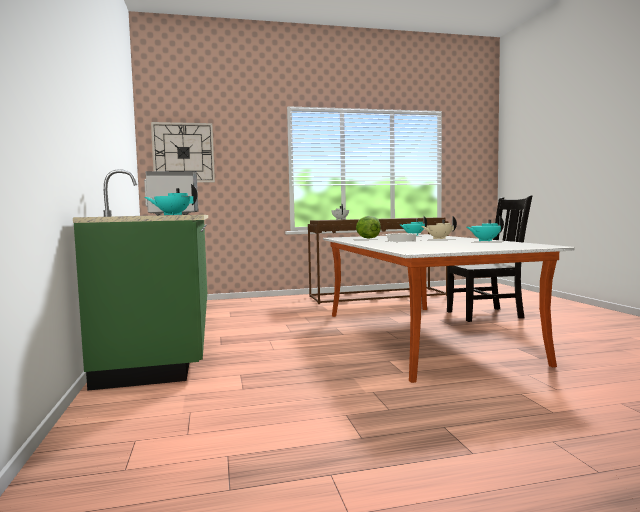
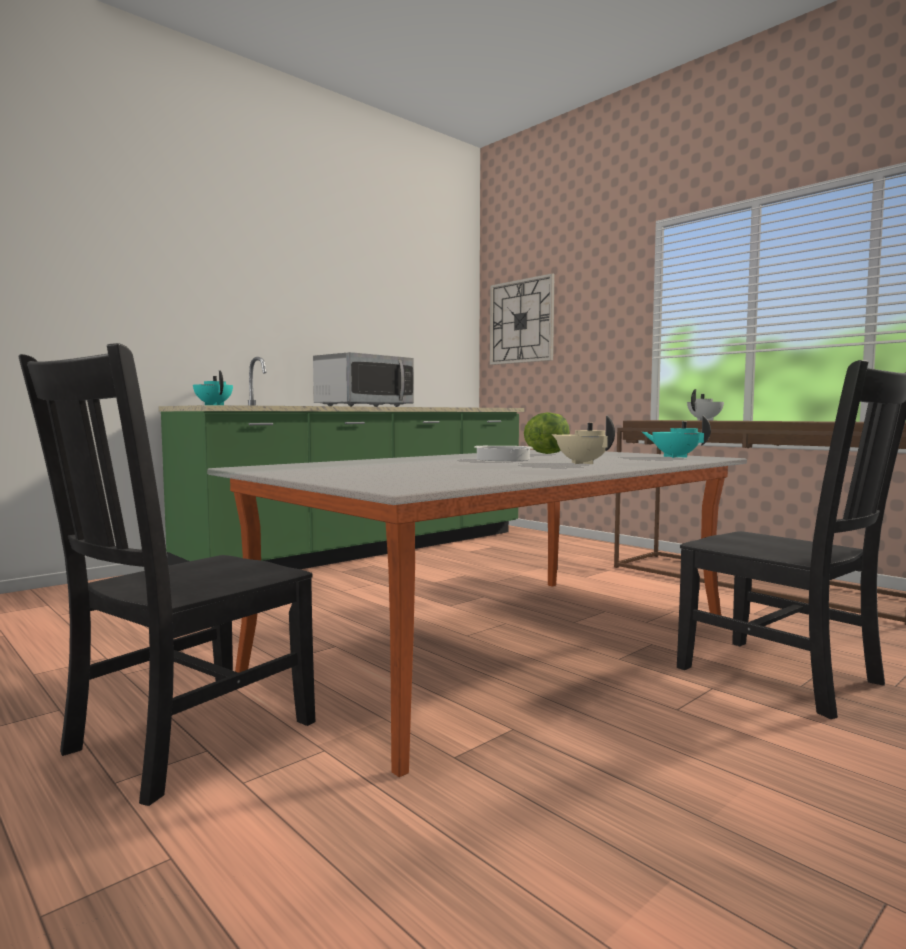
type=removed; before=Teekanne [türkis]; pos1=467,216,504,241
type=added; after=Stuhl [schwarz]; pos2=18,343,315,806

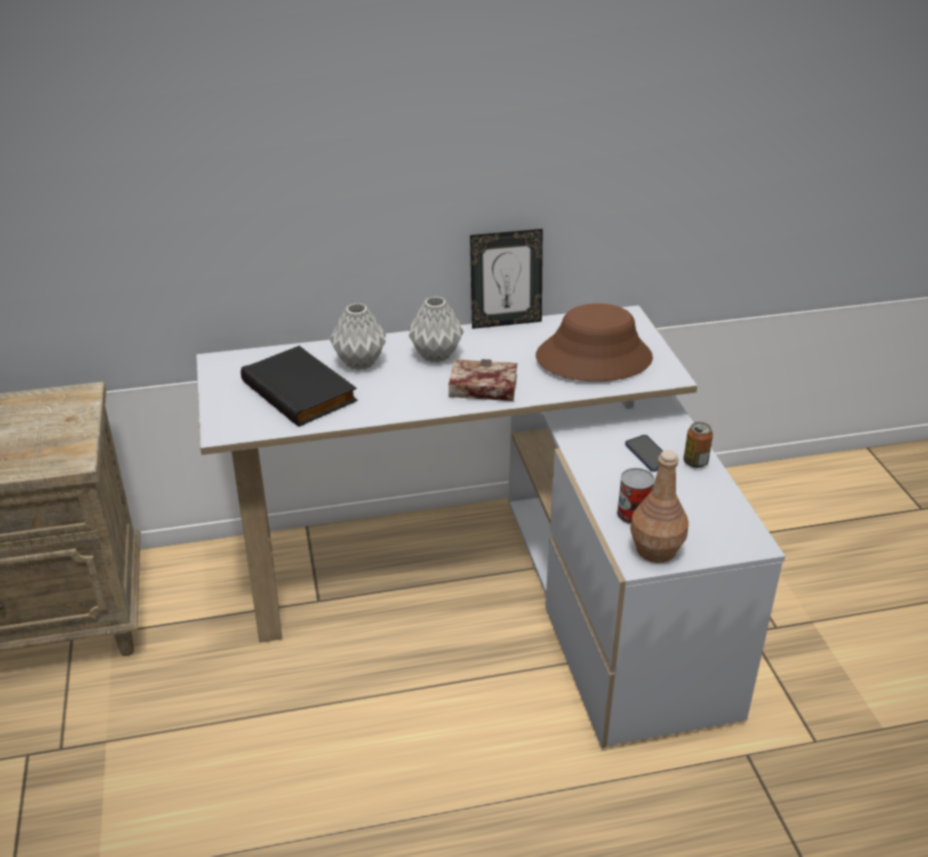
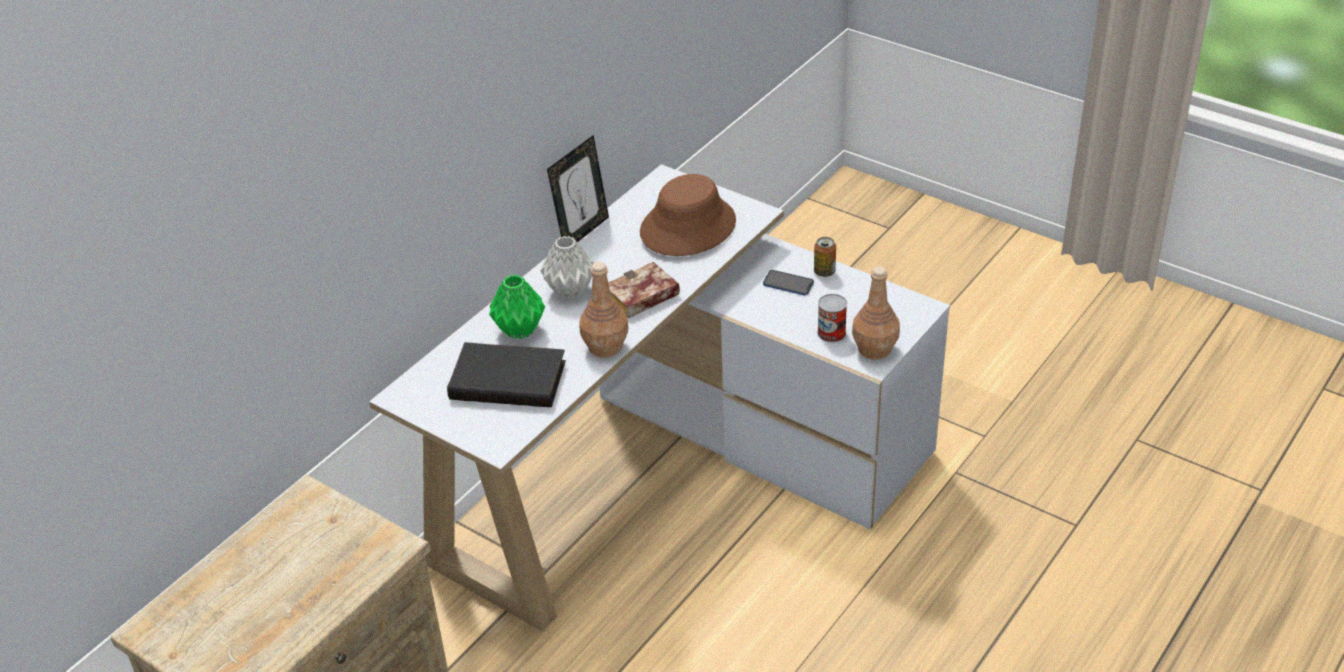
type=added; after=Flasche [braun]; pos2=579,262,628,358
type=recoloured; before=Vase [grau]; after=Vase [grün]; pos1=330,303,386,370; pos2=489,275,545,339

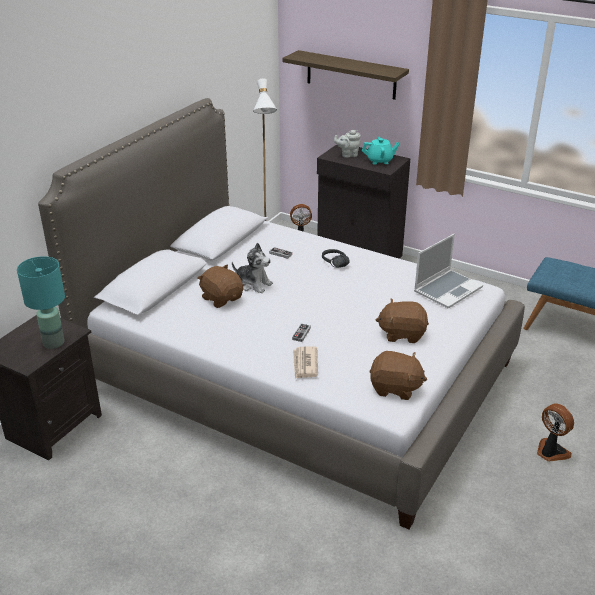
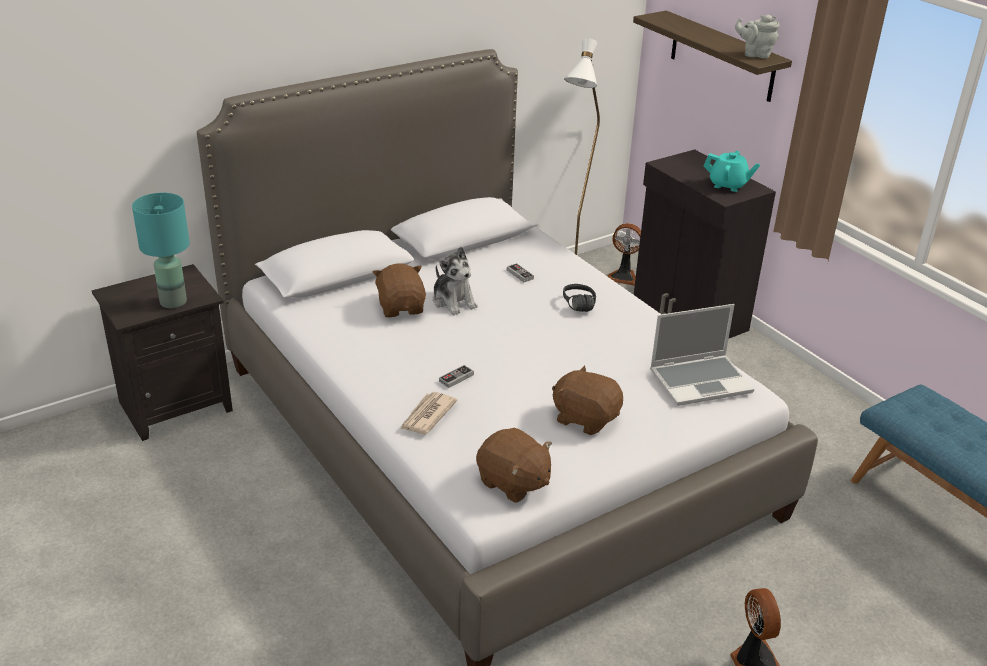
type=moved; before=Teekanne [grau]; pos1=334,130,361,158; pos2=735,15,780,58

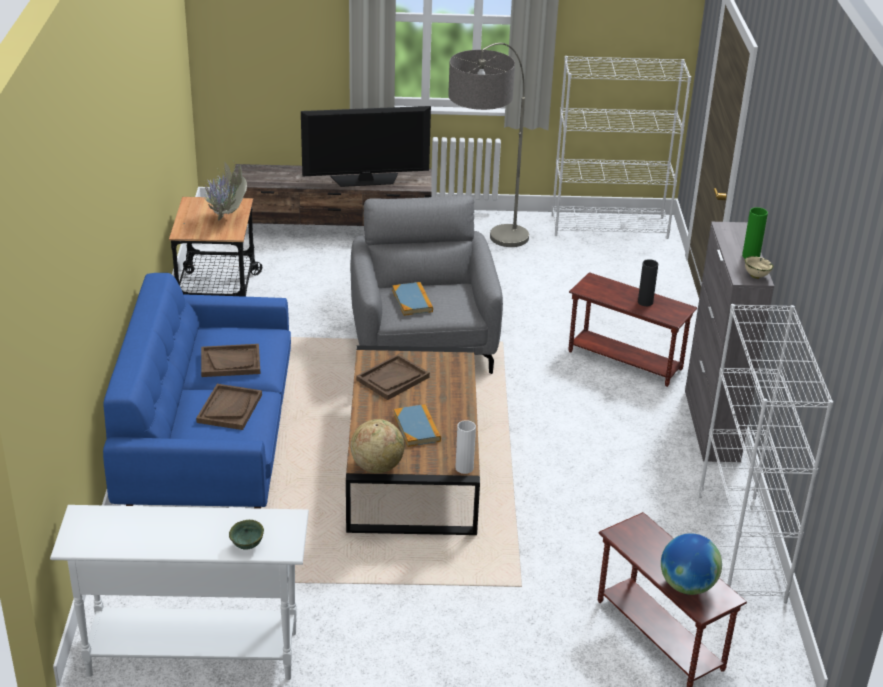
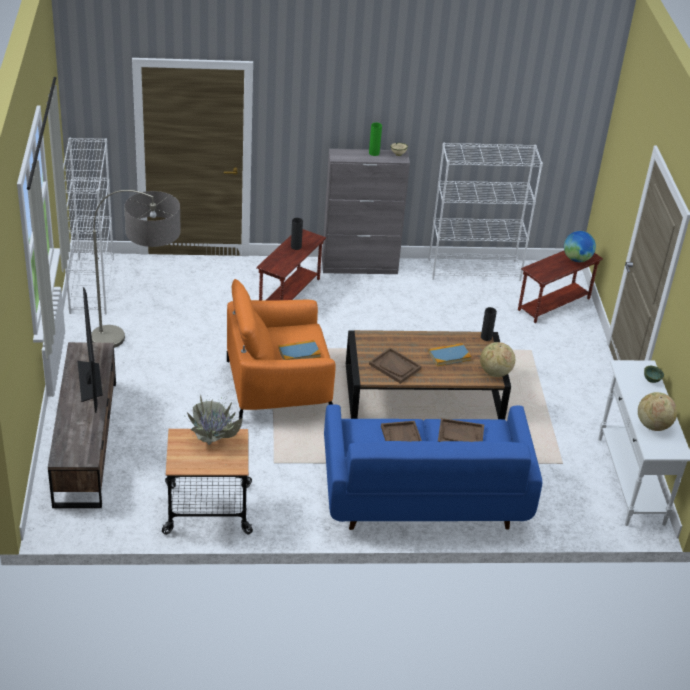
type=added; after=Globus; pos2=638,392,677,431
type=recoloured; before=Sessel [grau]; after=Sessel [orange]; pos1=351,195,503,374; pos2=227,279,336,419
type=recoloured; before=Vase [weiß]; after=Vase [schwarz]; pos1=455,420,476,474; pos2=481,307,497,341

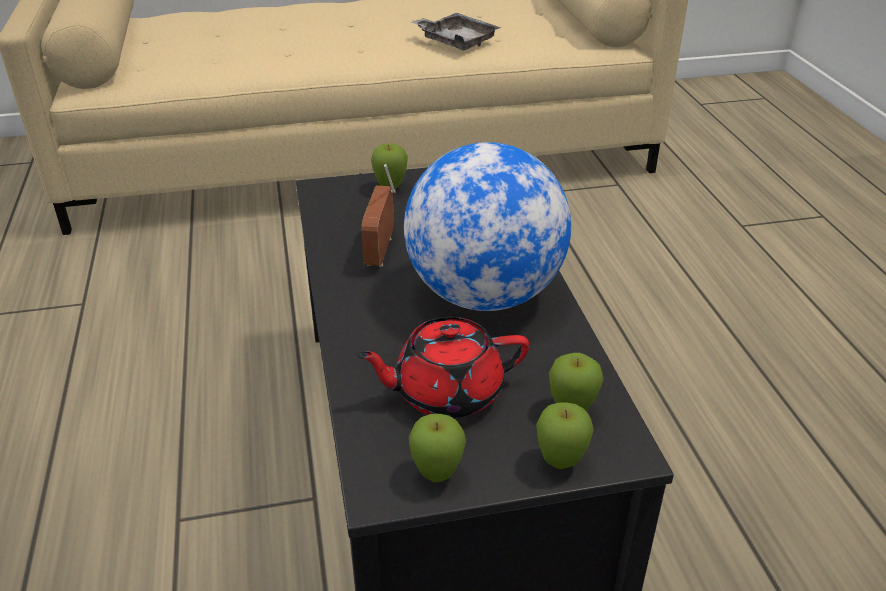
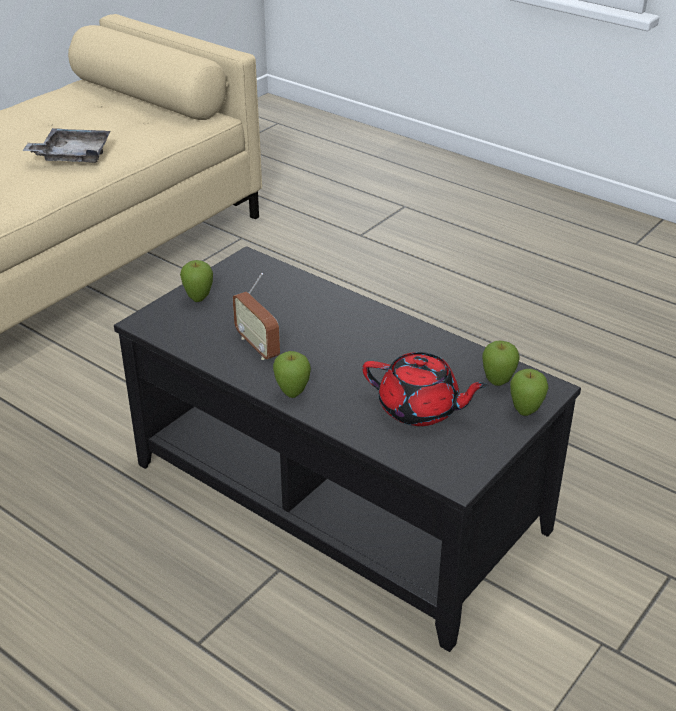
type=removed; before=Globus; pos1=404,142,571,311
type=moved; before=Apfel; pos1=409,414,466,483; pos2=273,351,311,398
type=turned; before=Teekanne [rot]; pos1=355,317,530,418; pos2=362,352,488,426; turn=-105

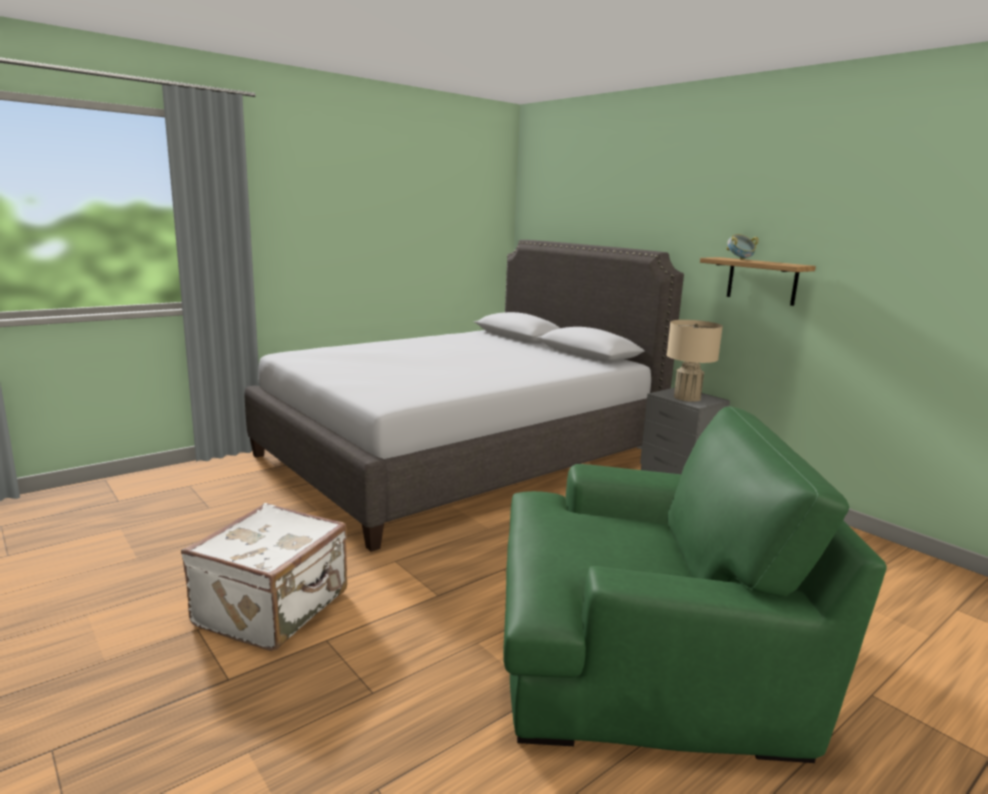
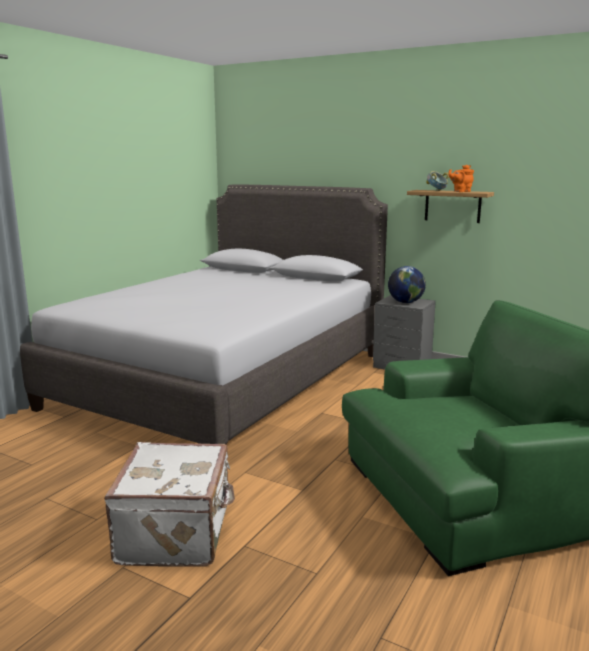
type=added; after=Teekanne [orange]; pos2=448,165,474,192
type=replaced; before=Tischlampe [beige]; after=Globus; pos1=667,320,723,402; pos2=388,266,426,303

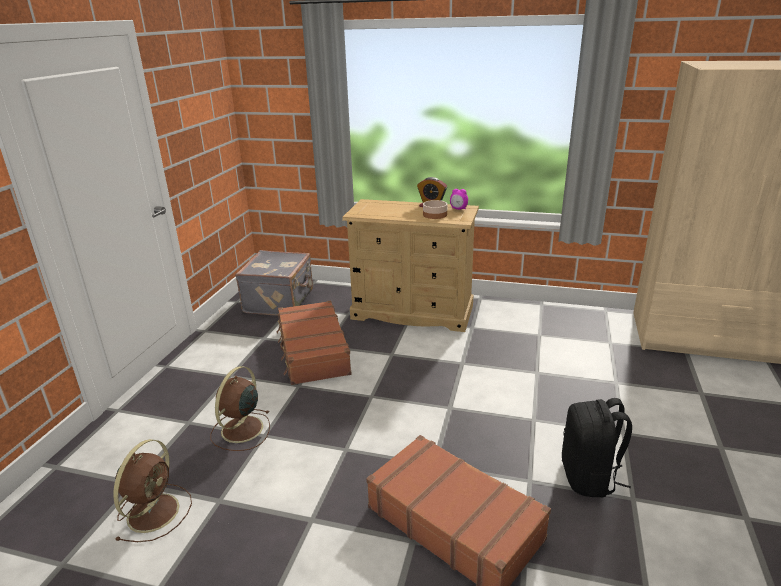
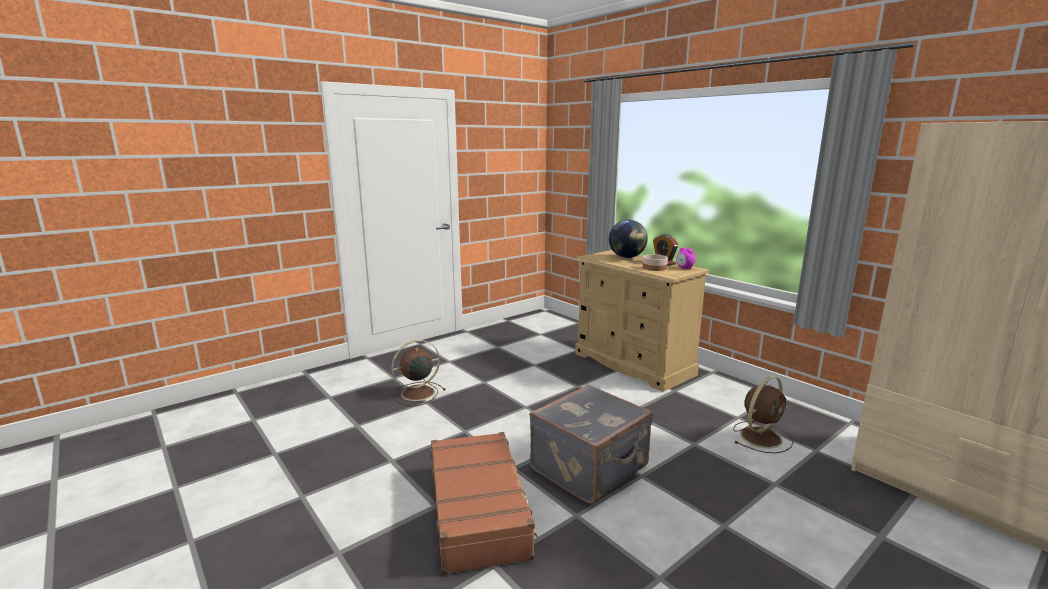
type=removed; before=Koffer [braun]; pos1=277,301,352,385
type=removed; before=Rucksack [schwarz]; pos1=562,398,632,497
type=added; after=Globus; pos2=609,220,648,258
type=moved; before=Ventilator [braun]; pos1=113,439,192,542; pos2=733,376,793,453
type=moved; before=Koffer [grau]; pos1=235,250,313,315; pos2=529,384,653,504

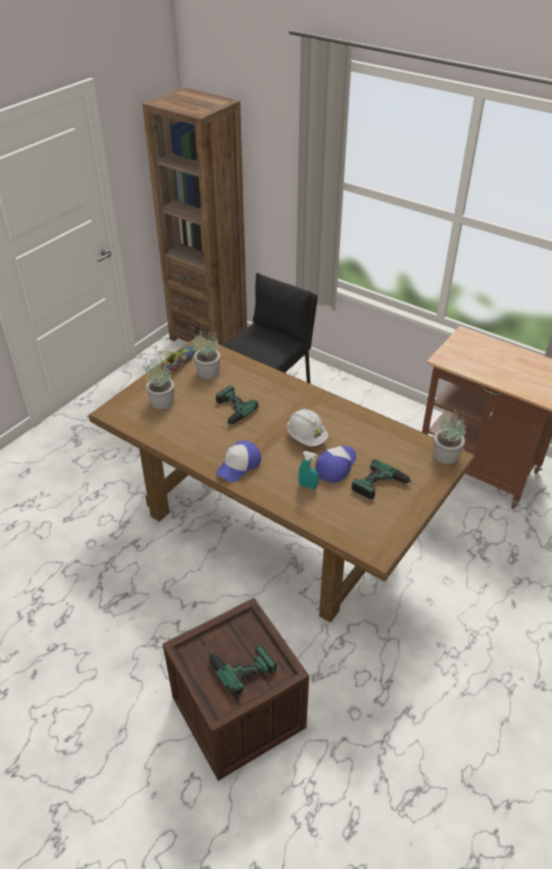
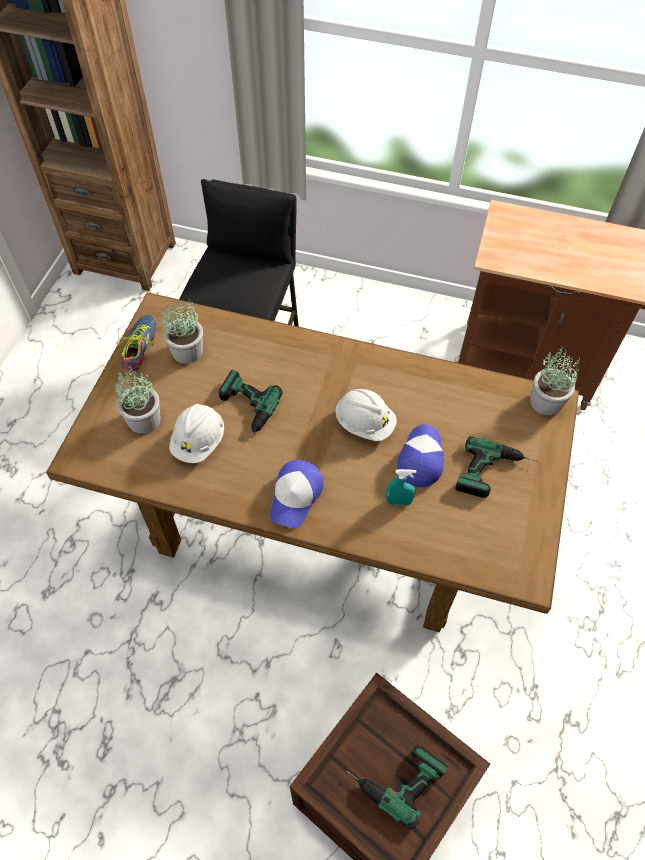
type=added; after=Schutzhelm [weiß]; pos2=169,404,224,463

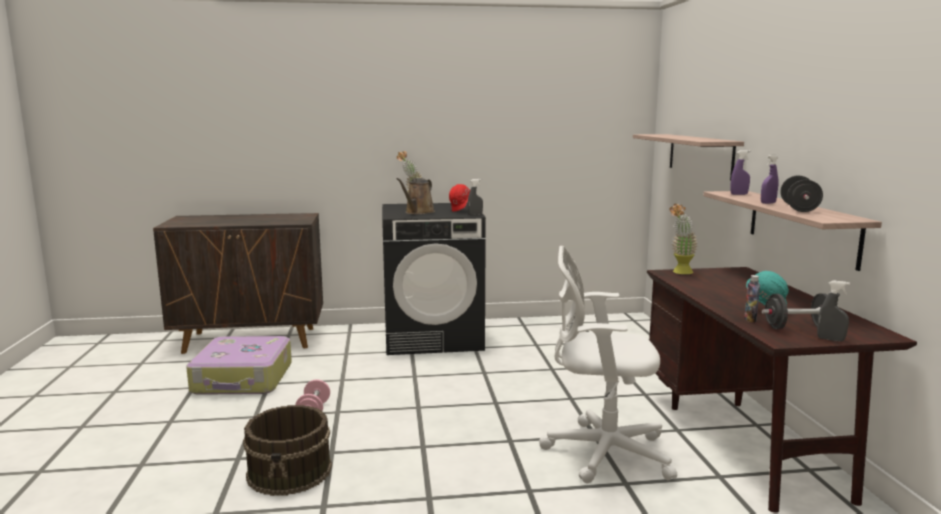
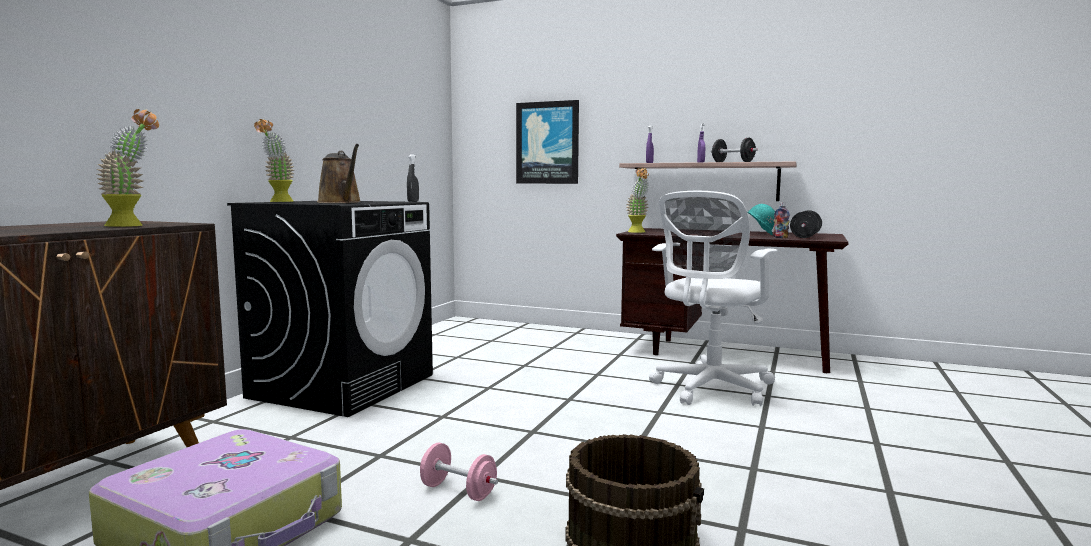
type=removed; before=Schutzhelm [rot]; pos1=449,184,470,212
type=removed; before=Sprühflasche [grau]; pos1=817,280,850,341
type=added; after=Topfpflanze; pos2=96,109,159,227
type=replaced; before=Wandregal; after=Bild; pos1=633,134,744,180; pos2=516,100,579,184

